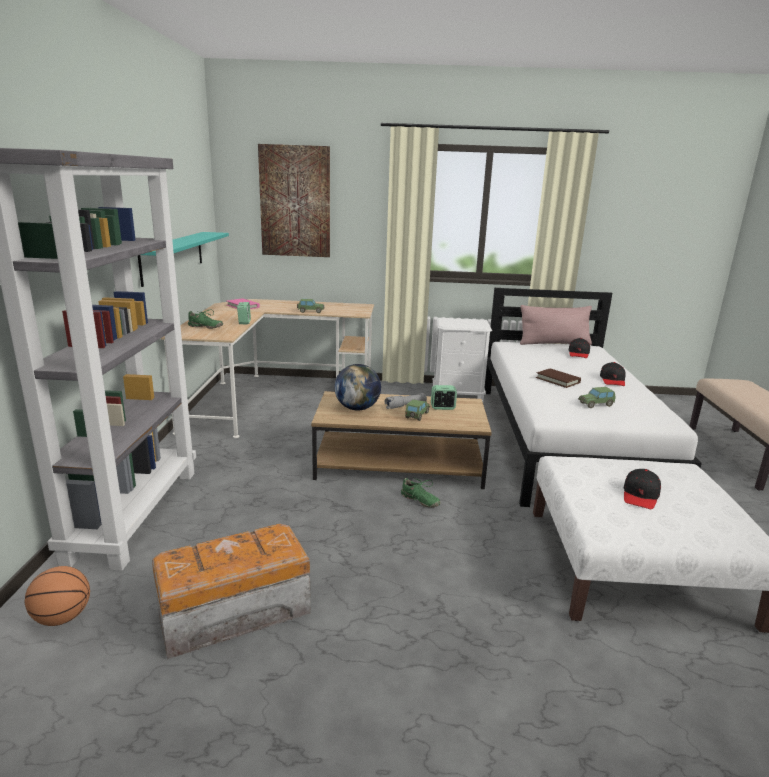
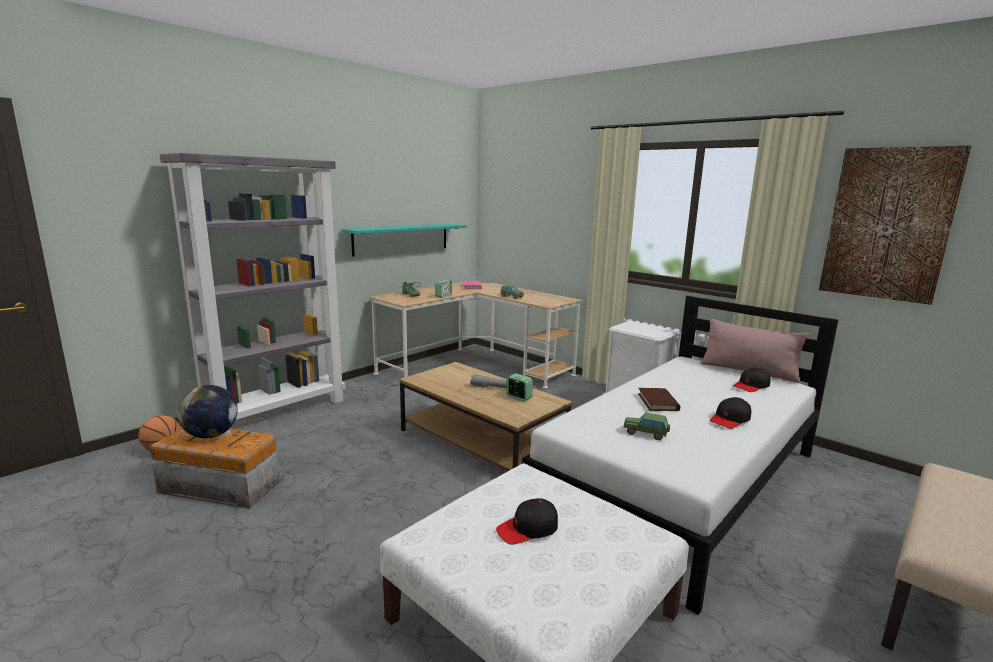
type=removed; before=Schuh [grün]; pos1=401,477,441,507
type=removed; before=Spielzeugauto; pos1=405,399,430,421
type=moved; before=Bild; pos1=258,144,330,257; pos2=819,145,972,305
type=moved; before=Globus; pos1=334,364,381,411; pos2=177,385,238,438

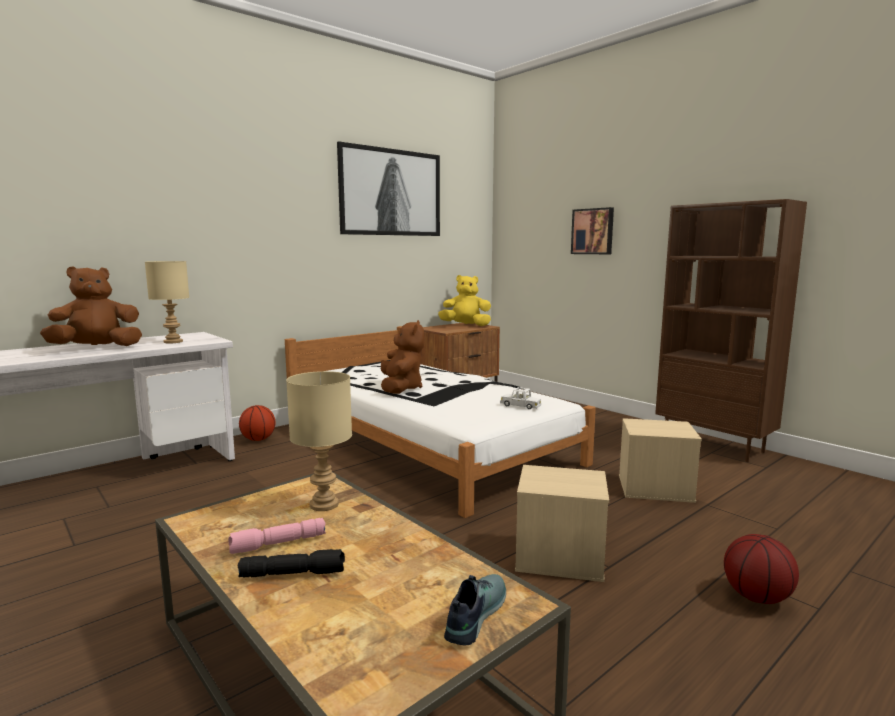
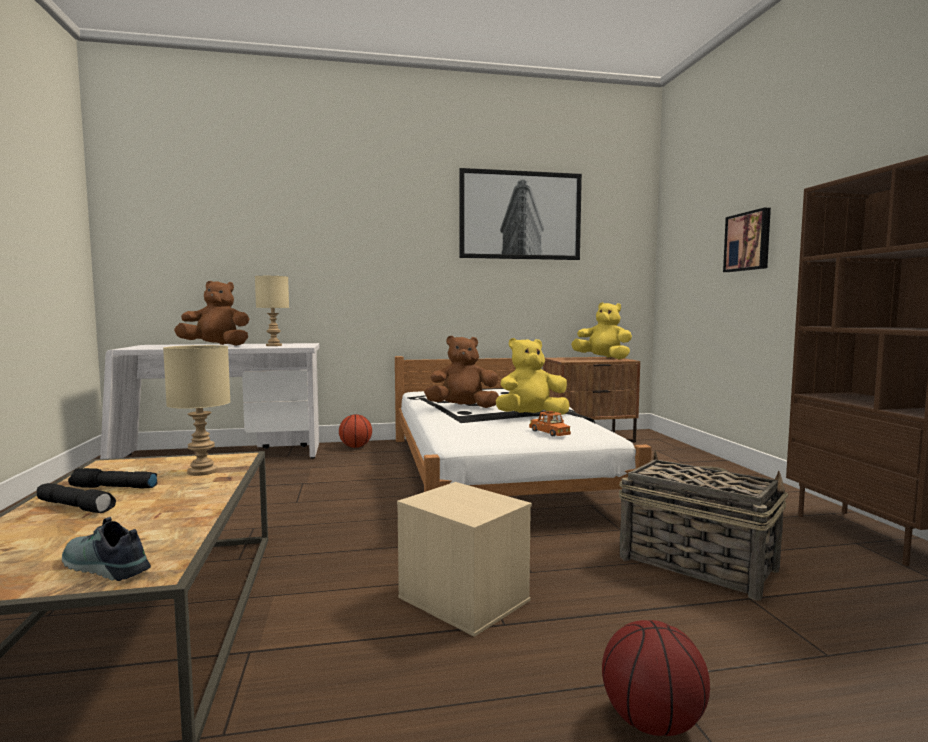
type=added; after=Plüschtier [gelb]; pos2=496,338,570,416
type=replaced; before=Aufbewahrungsbox [beige]; after=Korb; pos1=619,418,702,503; pos2=619,450,788,600
type=recoloured; before=Taschenlampe [rosa]; after=Taschenlampe [schwarz]; pos1=228,518,326,554; pos2=68,468,158,488
type=recoloured; before=Spielzeugauto [weiß]; after=Spielzeugauto [orange]; pos1=500,387,541,409; pos2=529,411,571,436
type=turned; before=Plüschtier [braun]; pos1=381,320,424,394; pos2=424,336,499,408; turn=-120
type=turned; before=Schuh; pos1=444,574,506,646; pos2=62,517,151,581; turn=-120

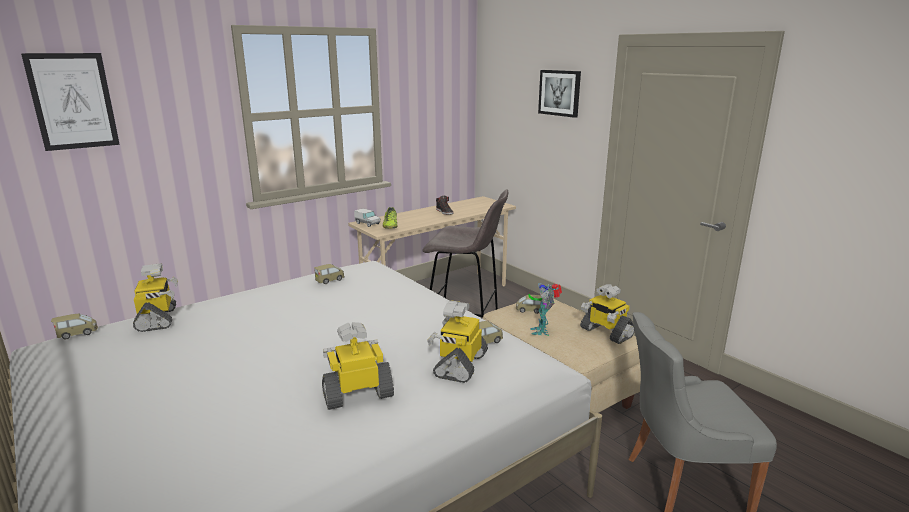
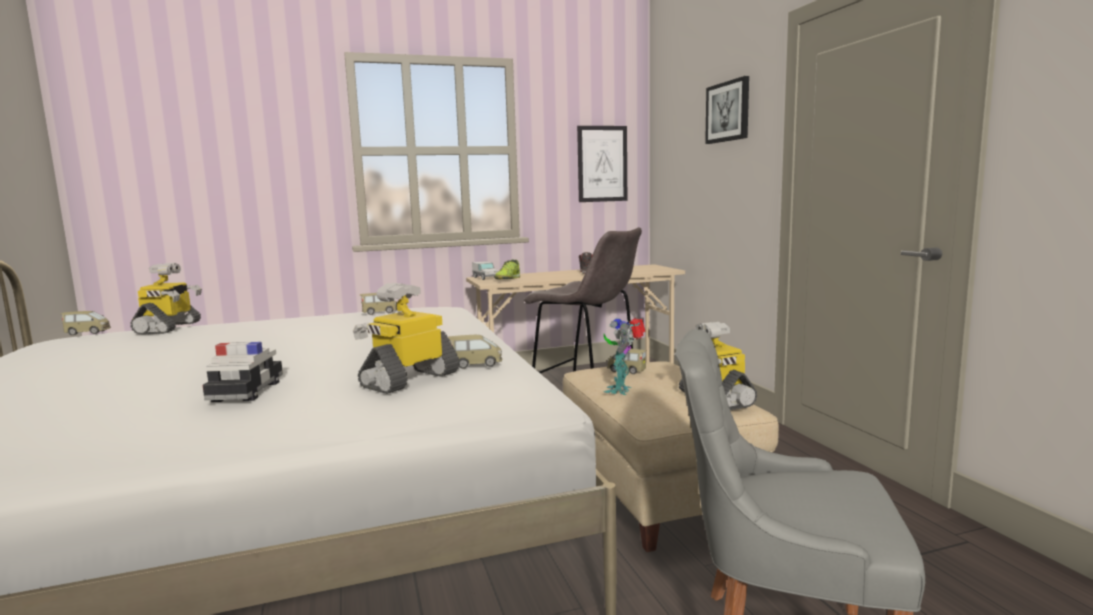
type=moved; before=Bild; pos1=21,53,120,151; pos2=577,126,627,202
type=replaced; before=Spielzeugroboter; after=Spielzeugauto; pos1=322,322,394,410; pos2=203,342,283,402

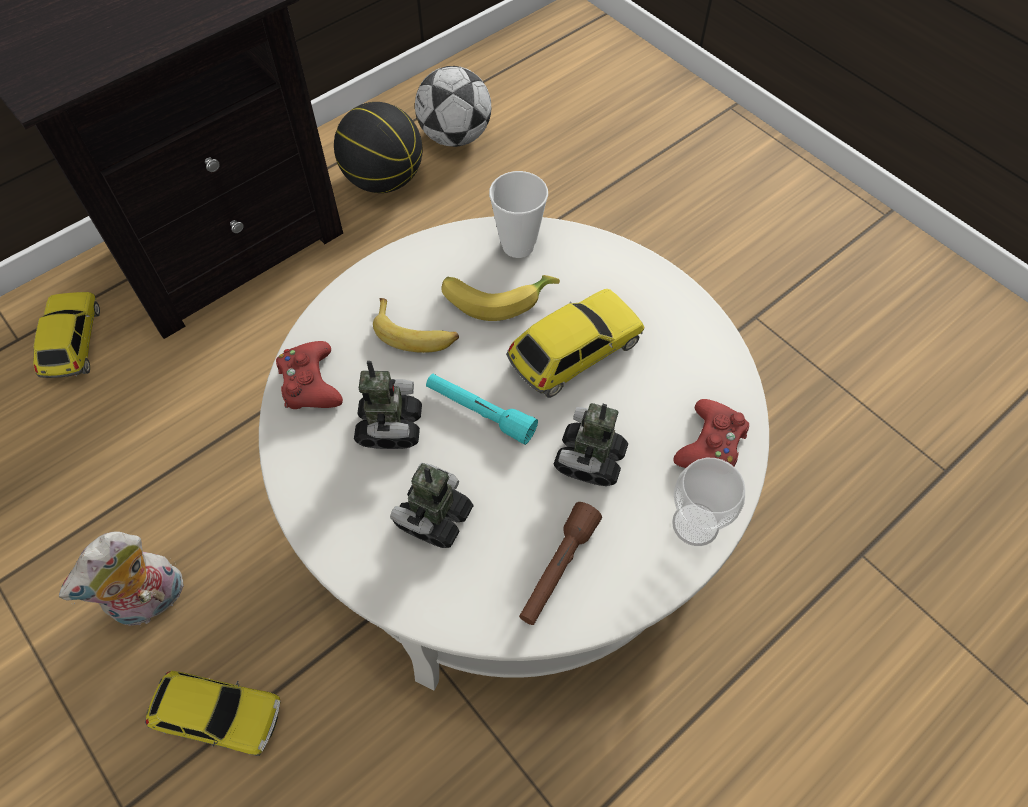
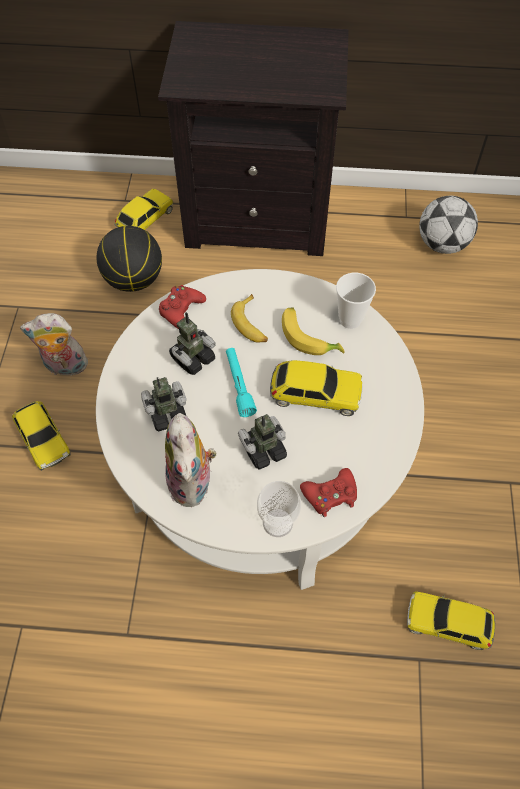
type=added; after=Spielzeugauto; pos2=407,591,495,650
type=moved; before=Basketball; pos1=334,102,423,193; pos2=97,226,162,292
type=replaced; before=Taschenlampe [braun]; after=Plüschtier; pos1=519,502,602,625; pos2=165,413,216,507

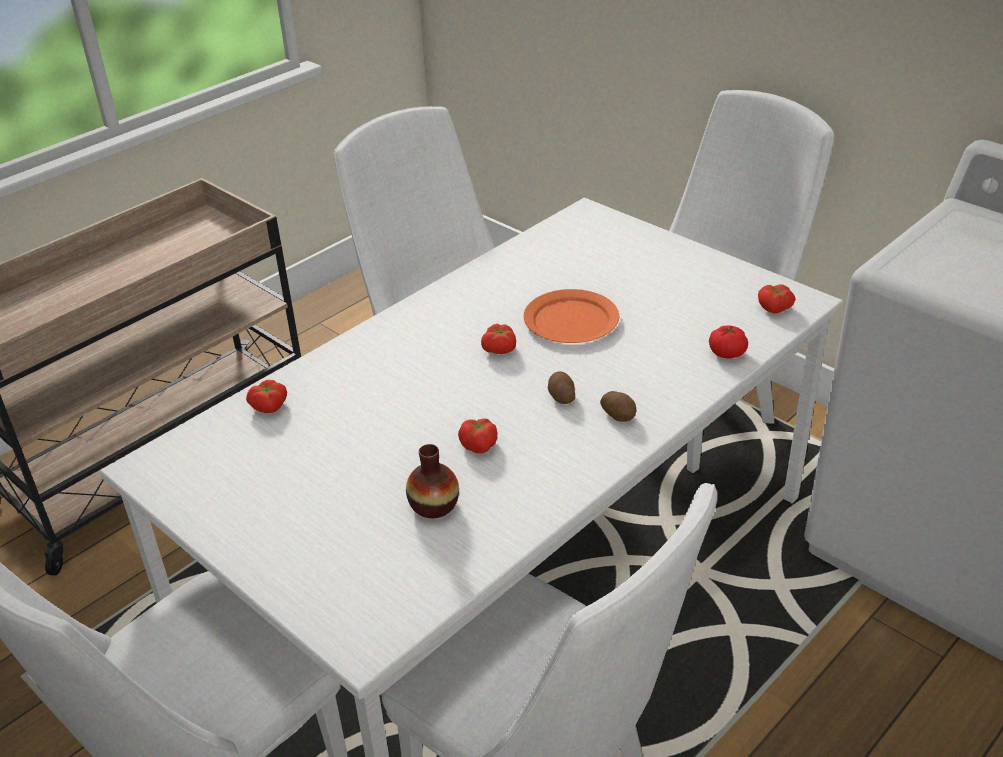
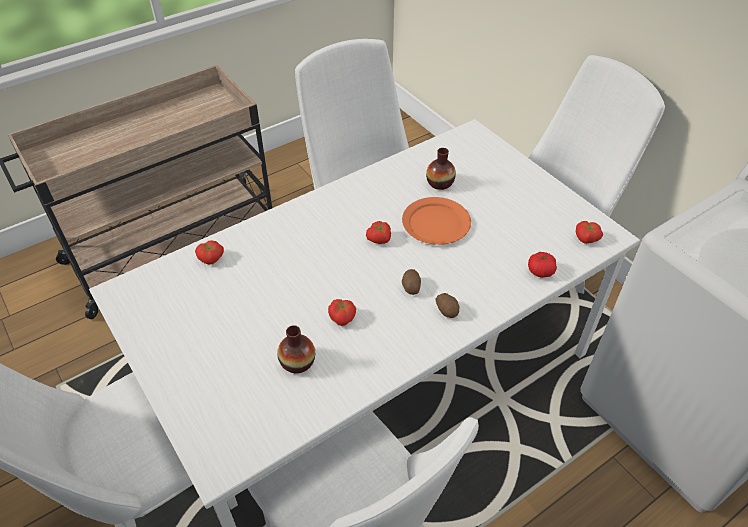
type=added; after=Vase; pos2=426,148,456,190

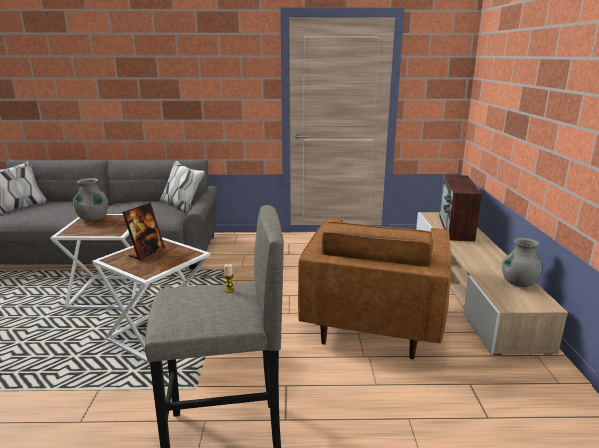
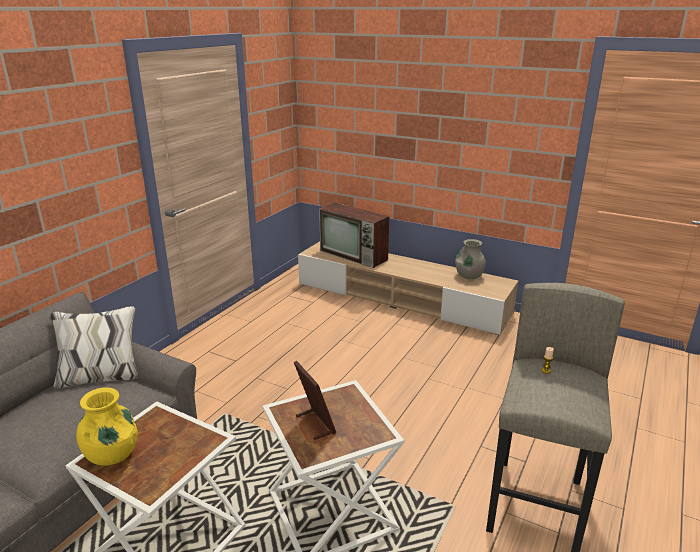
type=removed; before=Sessel [braun]; pos1=298,218,451,359
type=recoloured; before=Vase [grau]; after=Vase [gelb]; pos1=73,178,108,221; pos2=76,387,138,466

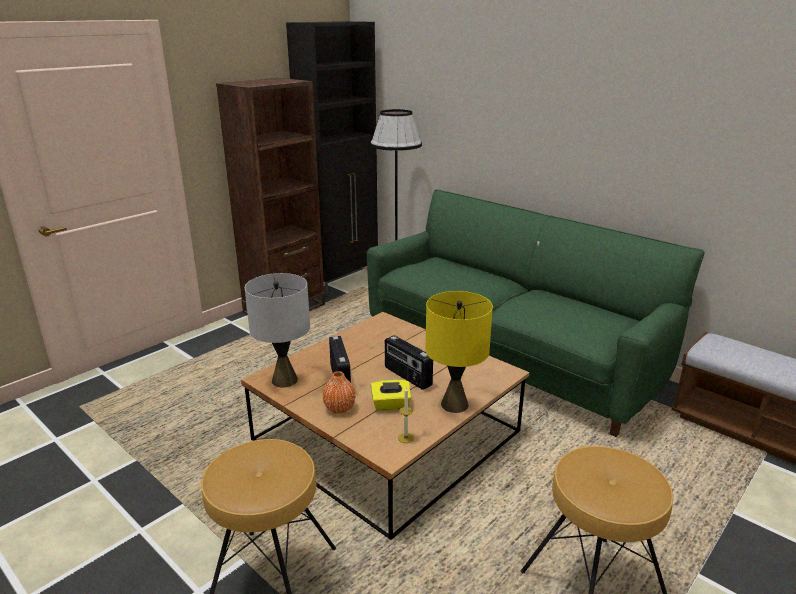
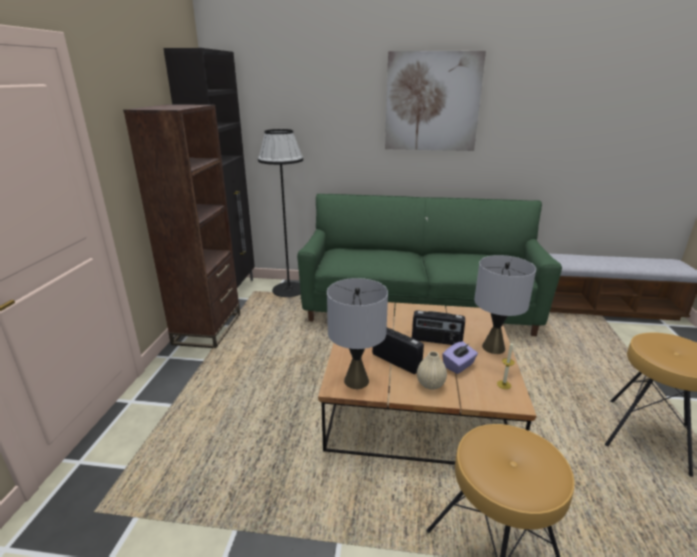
type=added; after=Bild; pos2=385,51,486,151
type=recoloured; before=Vase [orange]; after=Vase [beige]; pos1=323,371,355,414; pos2=417,351,447,390
type=recoloured; before=Taschentuchbox [gelb]; after=Taschentuchbox [lila]; pos1=371,379,411,411; pos2=442,341,478,374
type=recoloured; before=Tischlampe [gelb]; after=Tischlampe [grau]; pos1=425,291,493,413; pos2=474,255,536,354

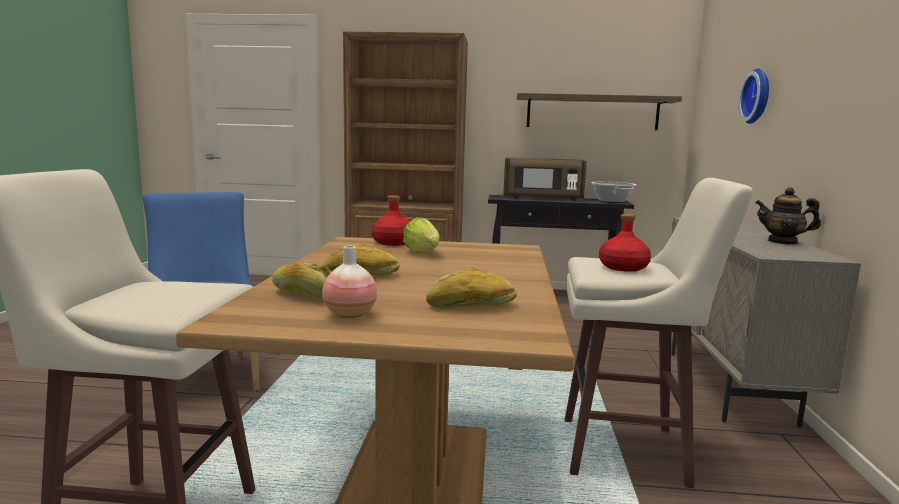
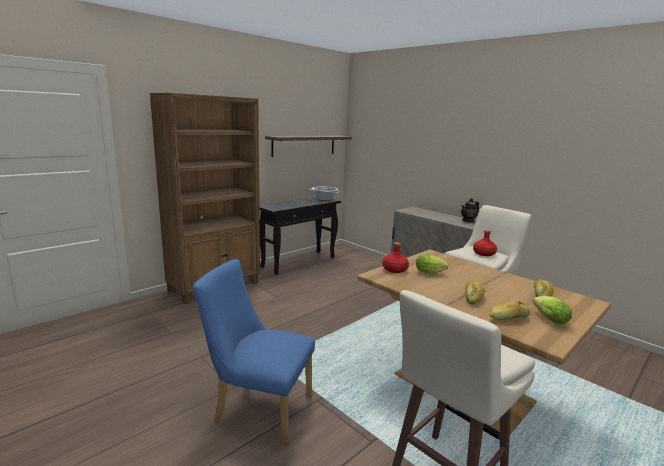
type=removed; before=Mikrowelle [braun]; pos1=504,157,587,201
type=removed; before=Wanduhr; pos1=739,68,769,124
type=replaced; before=Vase; after=Salatkopf; pos1=322,246,377,318; pos2=532,296,572,324

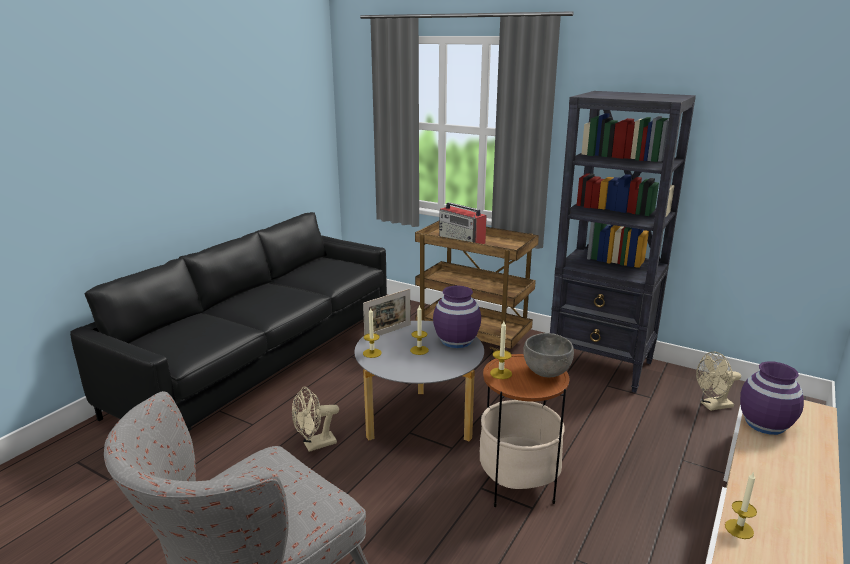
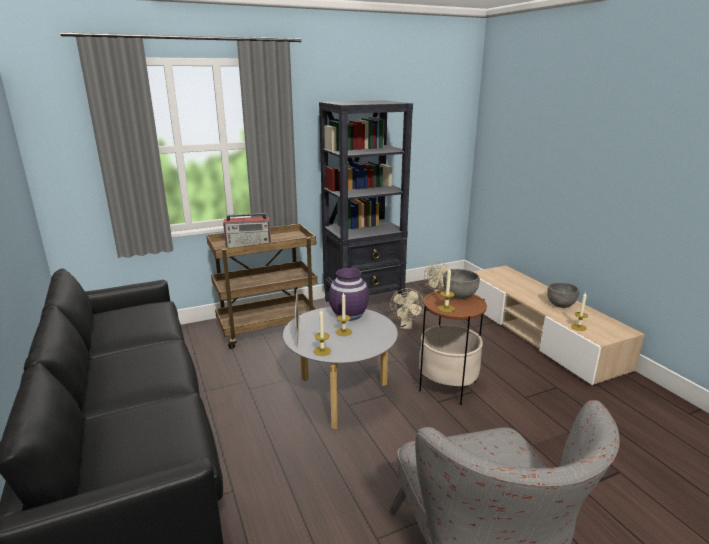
type=removed; before=Vase [lila]; pos1=740,361,804,435
type=added; after=Schüssel [grau]; pos2=547,282,579,308
type=moved; before=Ventilator [beige]; pos1=292,387,339,452; pos2=390,288,424,329

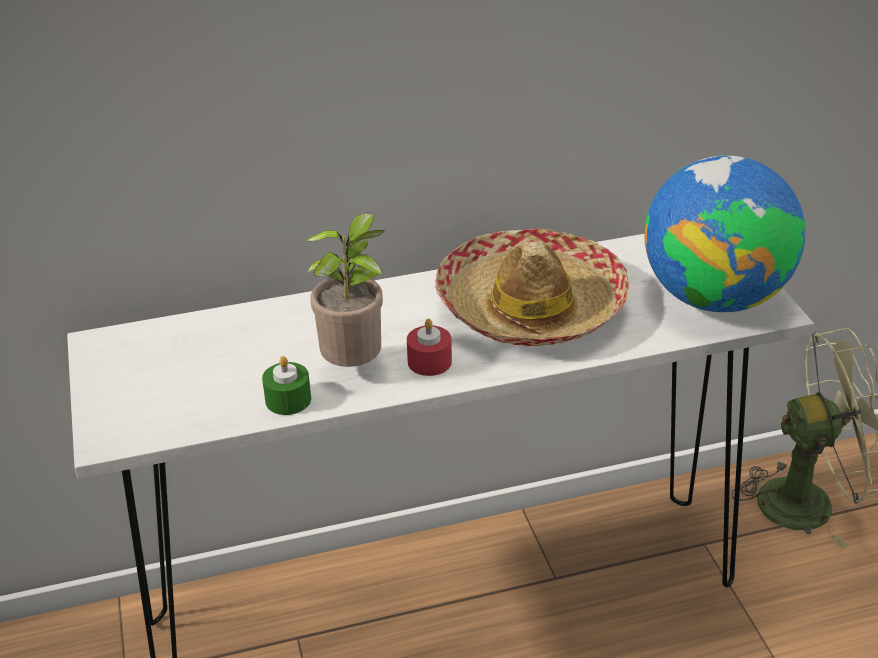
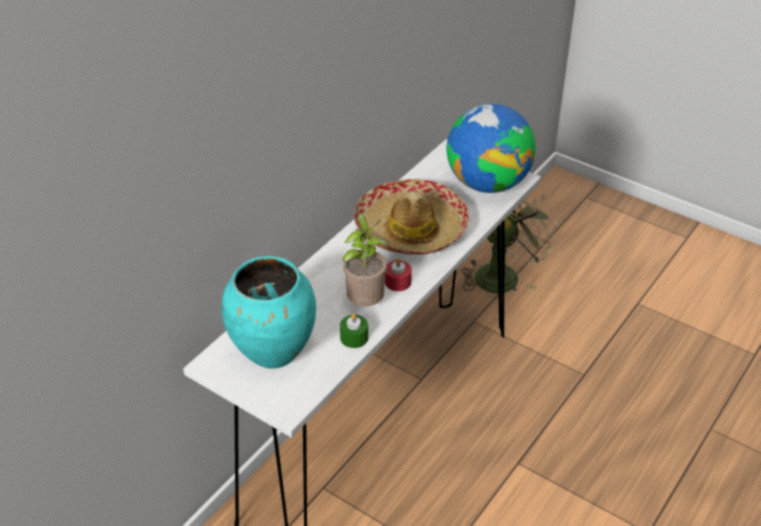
type=added; after=Vase [türkis]; pos2=221,256,316,369

